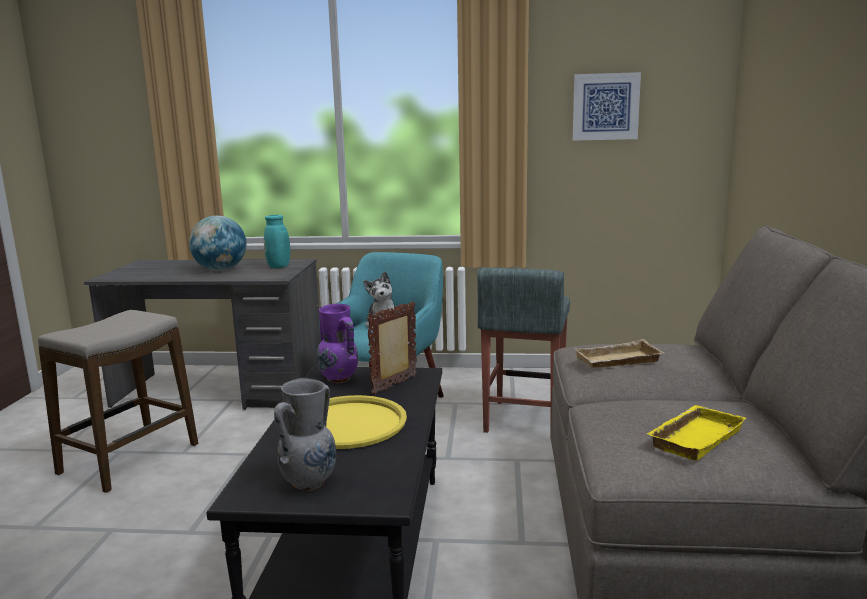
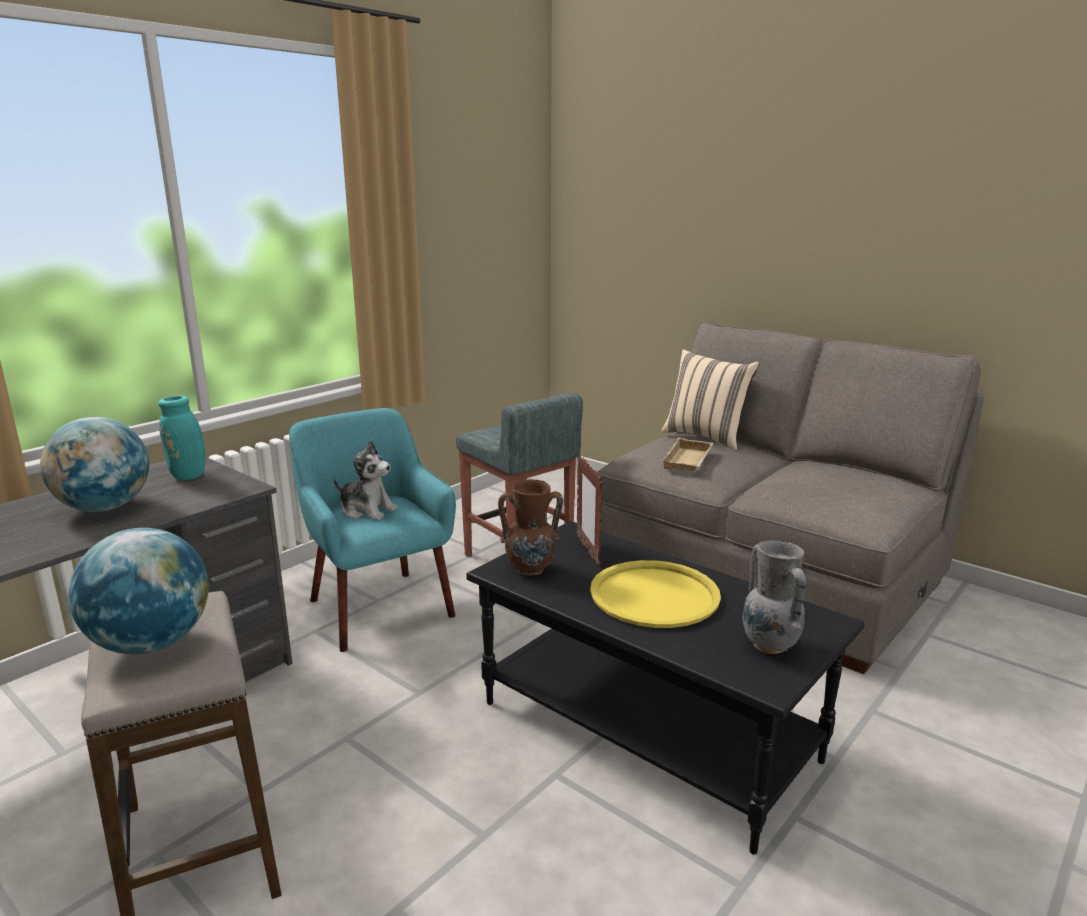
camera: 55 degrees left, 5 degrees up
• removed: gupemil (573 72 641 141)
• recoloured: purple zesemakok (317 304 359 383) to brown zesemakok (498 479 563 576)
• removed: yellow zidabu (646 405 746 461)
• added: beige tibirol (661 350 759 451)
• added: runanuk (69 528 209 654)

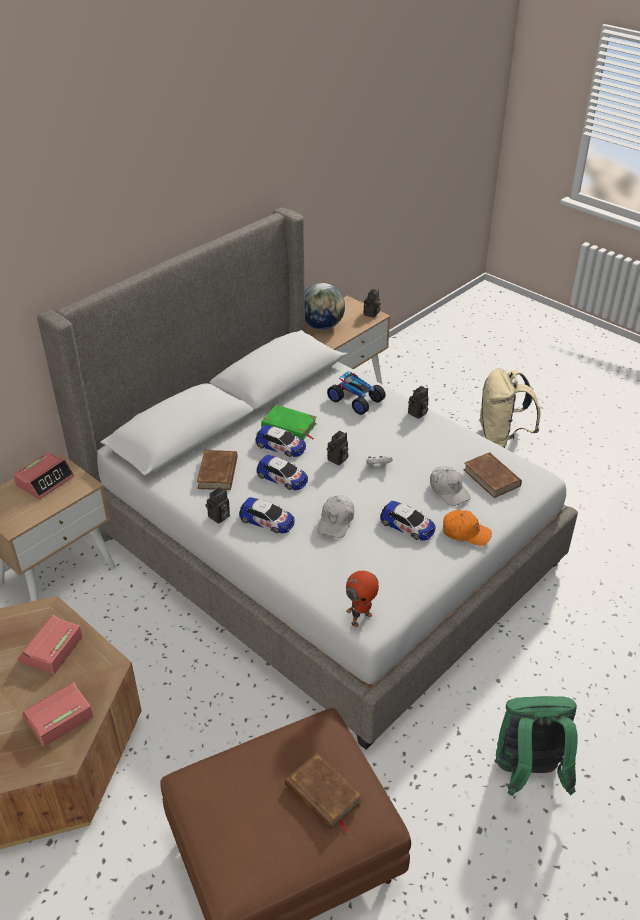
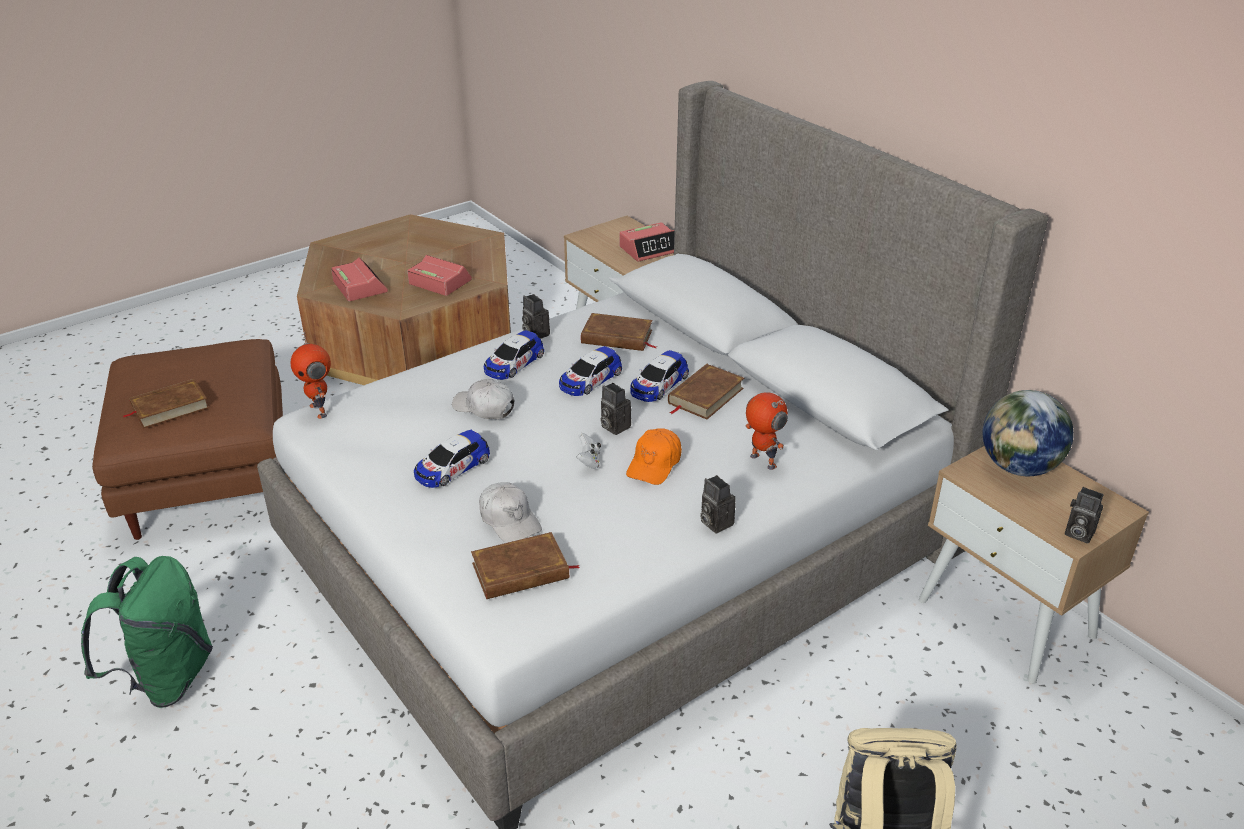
camera: 100 degrees right, 5 degrees down
• replaced: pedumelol (327 371 386 415) to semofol (745 392 788 470)
• recoloured: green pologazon (261 405 317 440) to brown pologazon (668 364 744 420)
• turned: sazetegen (13 452 74 499) = (619 222 675 262) 75 degrees counterclockwise
• turned: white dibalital (430 466 471 506) = (479 482 542 543) 105 degrees counterclockwise
• moved: orange dibalital (443 510 492 546) to (626 428 682 485)

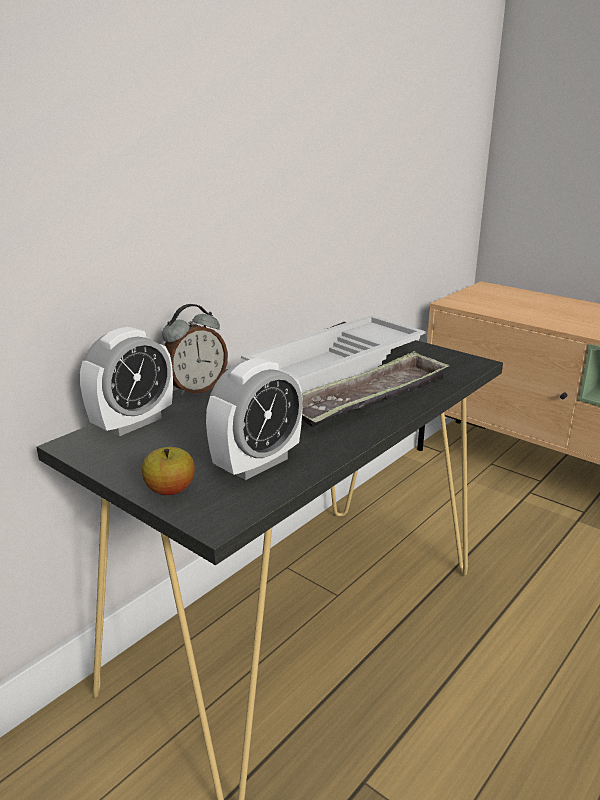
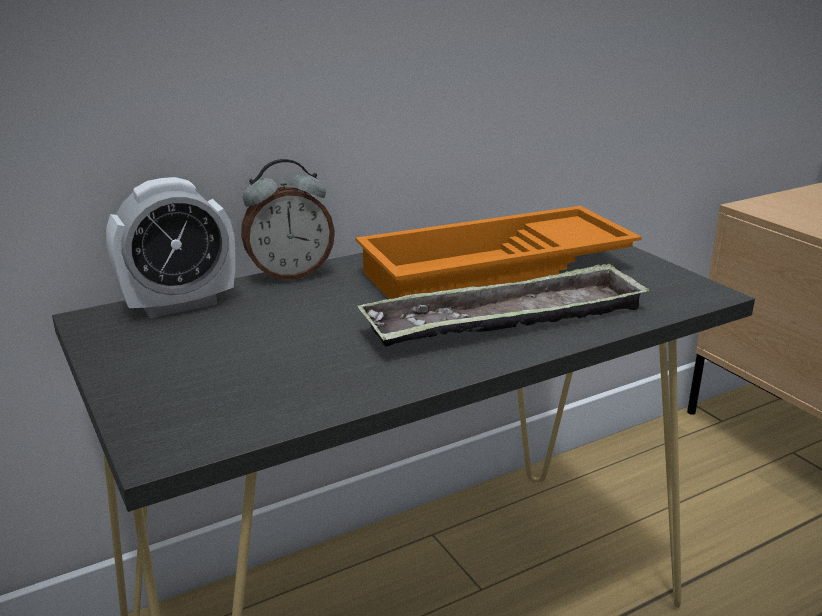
camera: 20 degrees right, 0 degrees up
• recoloured: white zidabu (241 315 426 393) to orange zidabu (355 206 642 299)
• removed: sazetegen (206 357 303 480)
• removed: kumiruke (142 447 195 495)

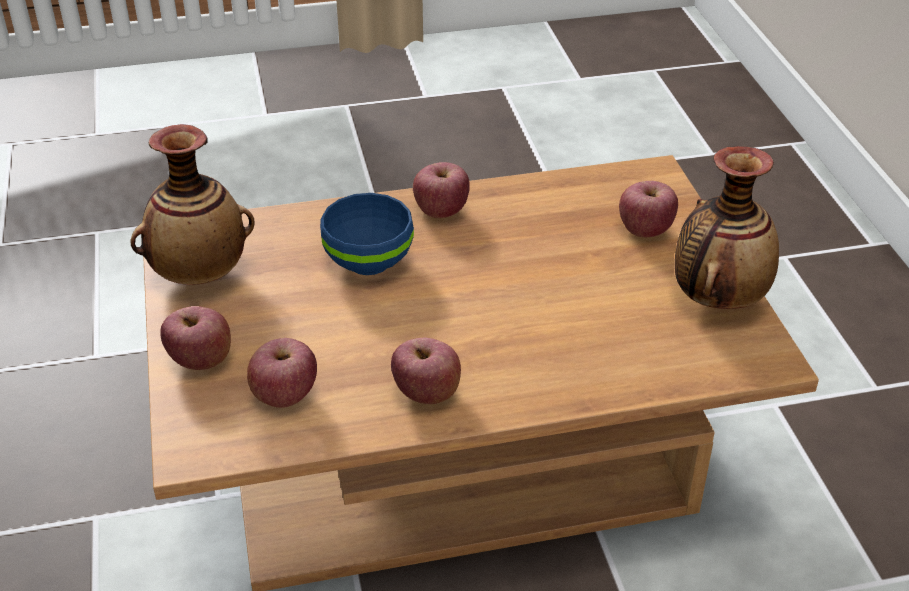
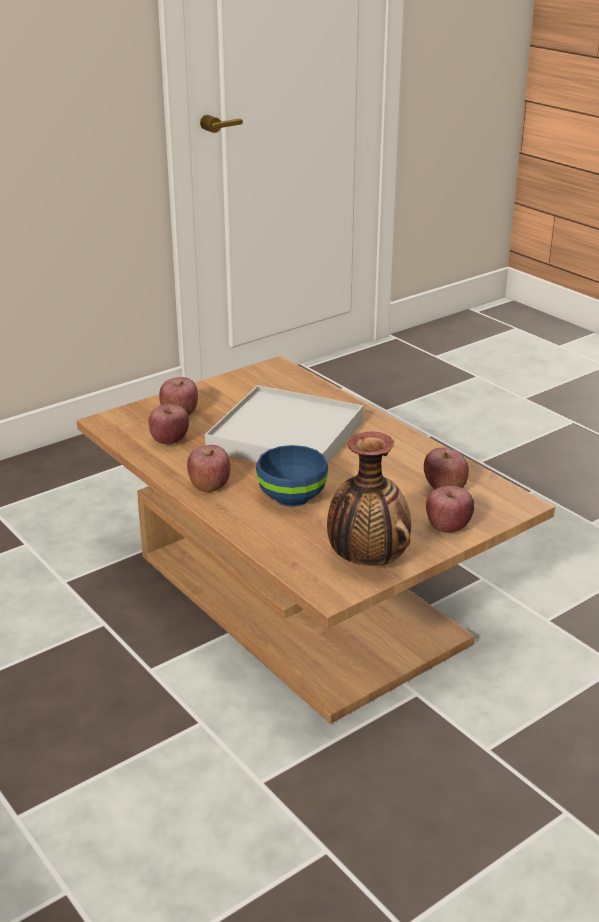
camera: 115 degrees left, 10 degrees down
• removed: zesemakok (675 146 779 309)
• moved: kumiruke (391 338 461 404) to (149 404 189 444)
• added: white zidabu (205 385 363 464)

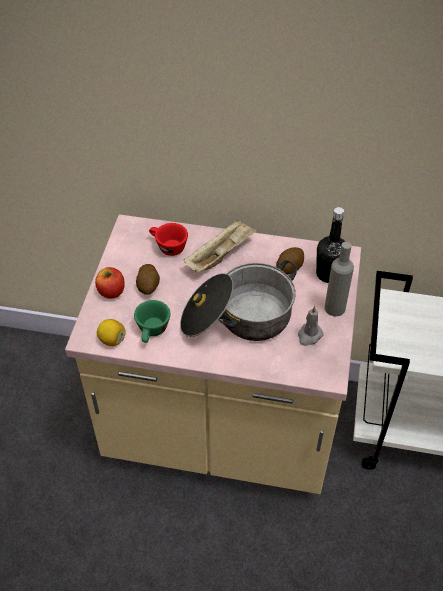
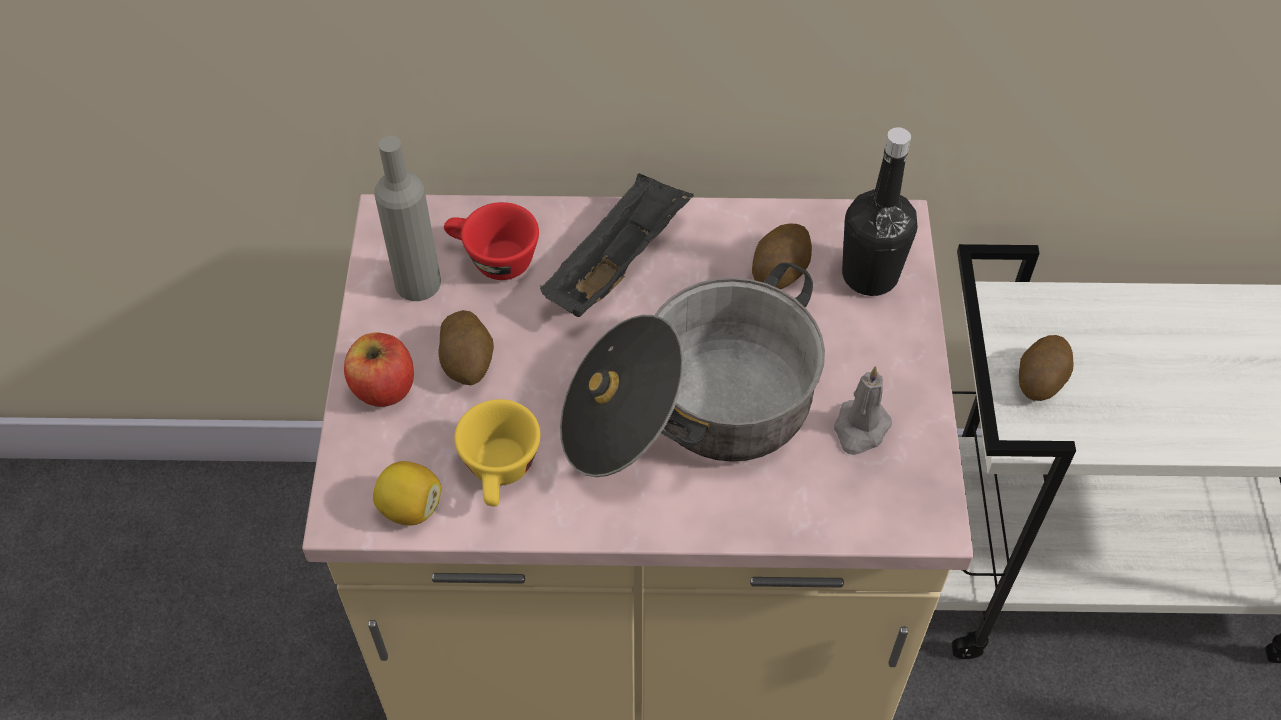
camera: 10 degrees left, 5 degrees up
• recoloured: beige zidabu (184 219 257 273) to black zidabu (540 173 694 317)
• moved: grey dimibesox (325 242 354 317) to (374 136 441 301)
• recoloured: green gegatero (134 300 170 343) to yellow gegatero (454 399 540 506)
• added: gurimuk (1019 335 1073 401)

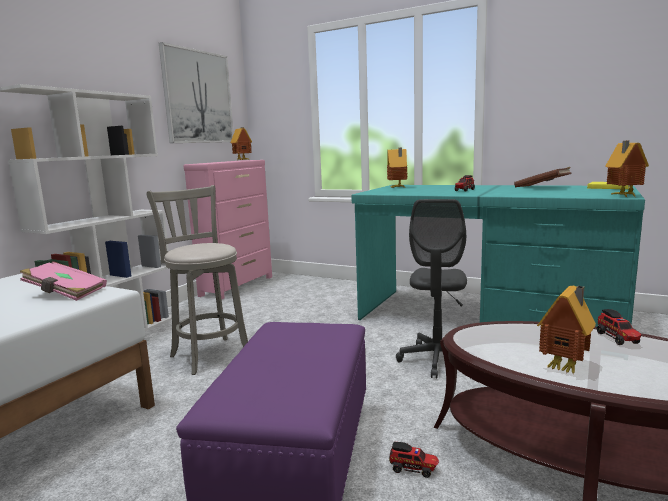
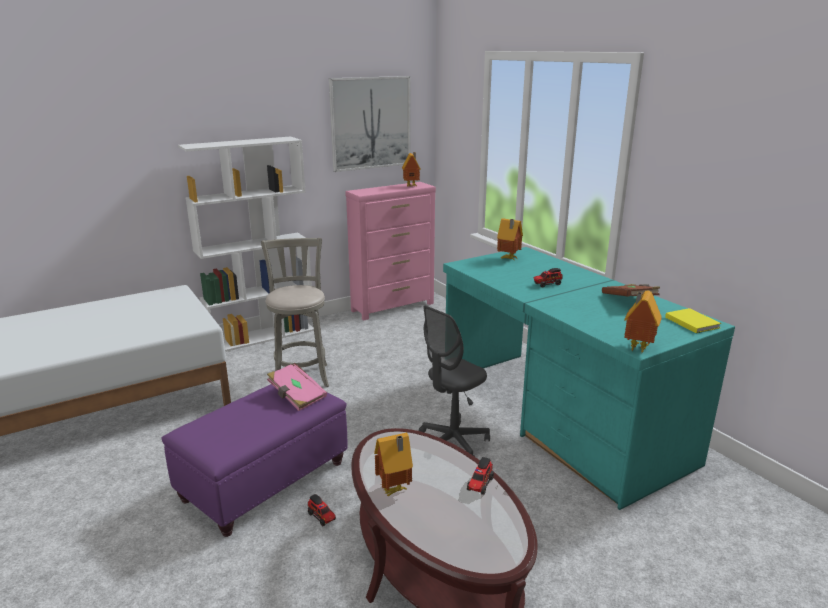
camera: 30 degrees right, 10 degrees up
• moved: pink pologazon (20 261 107 301) to (267 363 327 411)

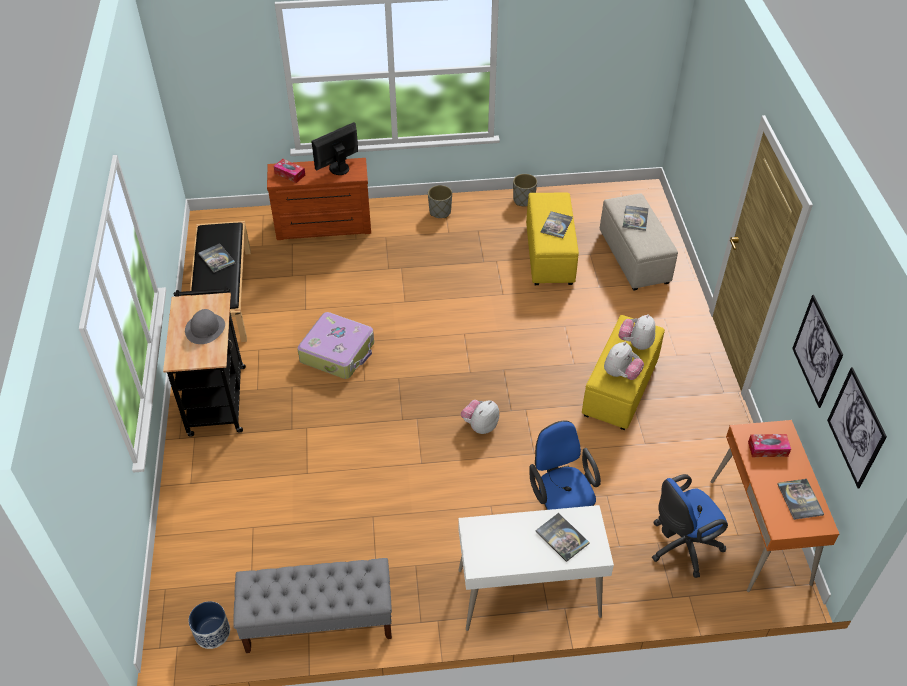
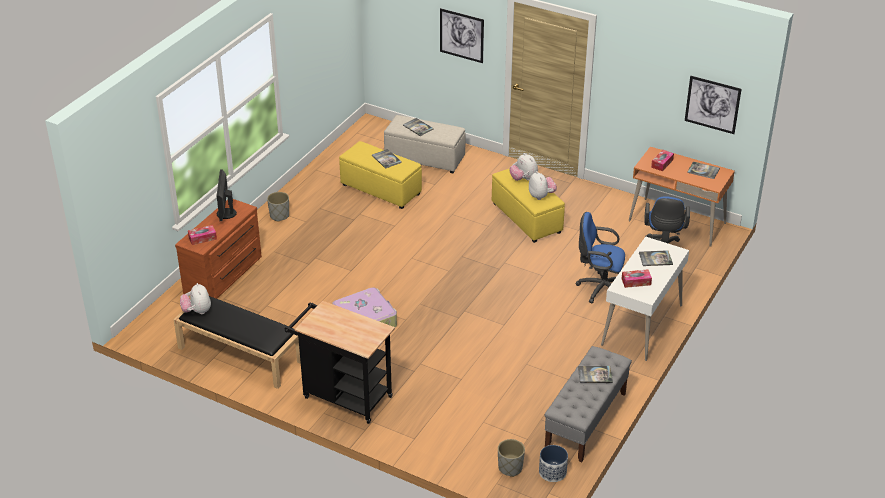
camera: 55 degrees left, 10 degrees down
• moved: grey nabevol (513 174 537 206) to (498 439 525 477)
• moved: pologazon (198 243 235 273) to (578 366 613 383)
• moved: gupemil (792 295 843 408) to (440 8 484 63)
• removed: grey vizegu (185 309 225 344)
• moved: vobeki (461 400 499 434) to (180 283 211 314)
• added: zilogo (622 269 652 288)

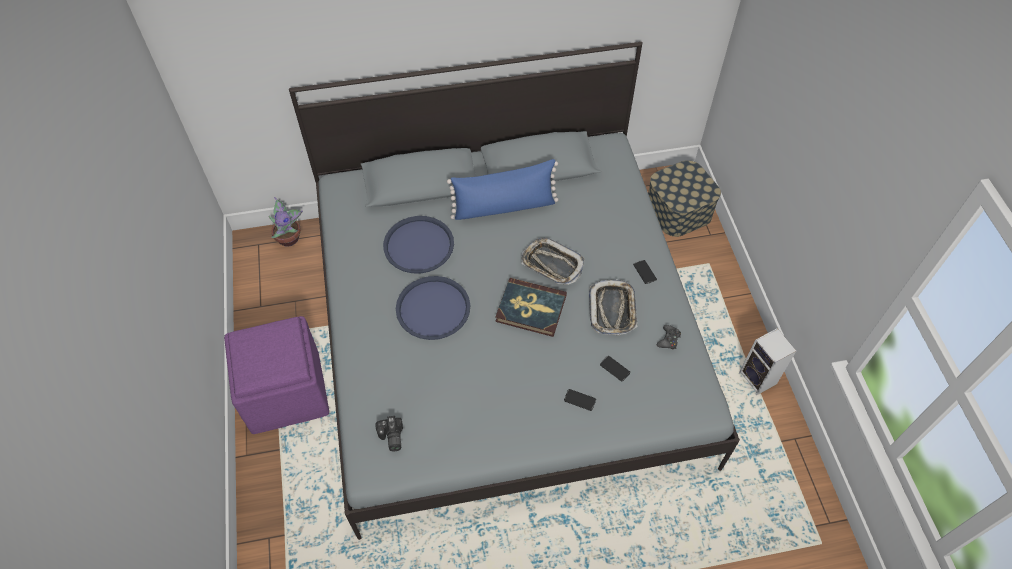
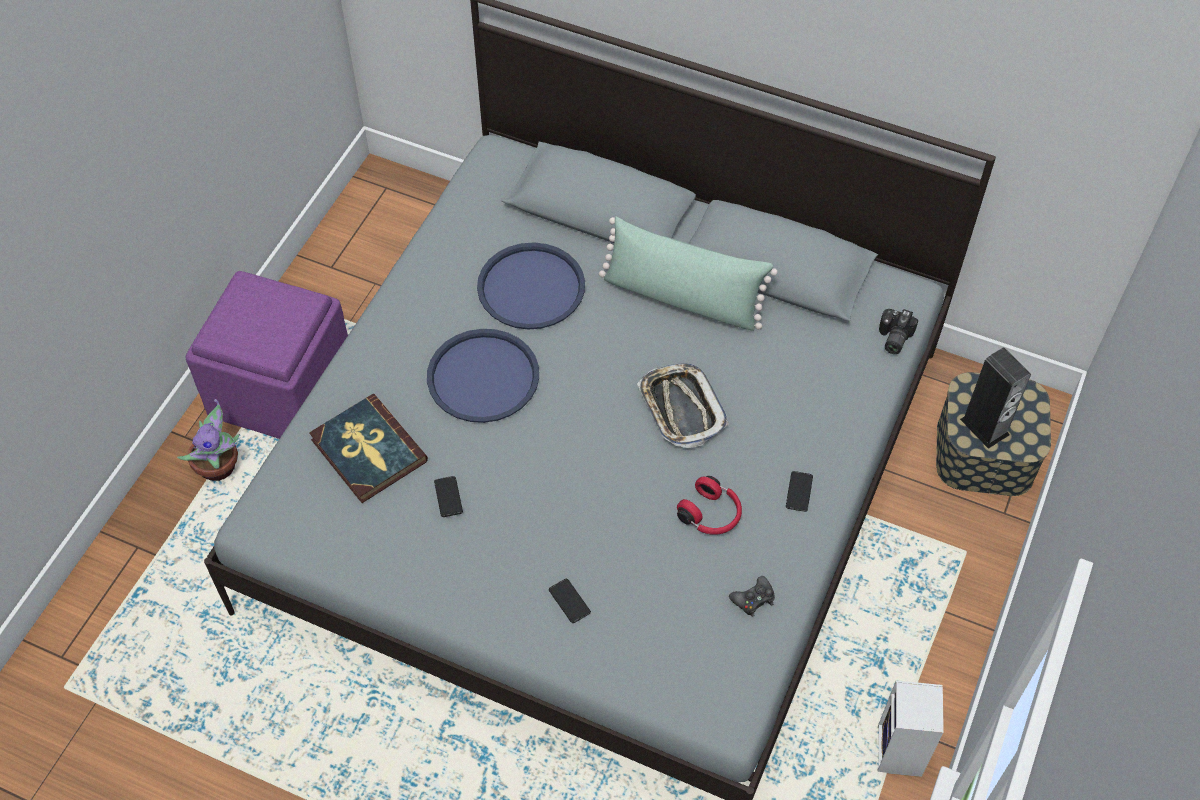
camera: 35 degrees right, 0 degrees up
• recoloured: blue tibirol (447 159 558 220) to green tibirol (599 217 778 331)
• moved: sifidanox (269 197 303 247) to (177 399 240 481)
• moved: pologazon (495 278 567 337) to (309 394 428 503)
• replaced: zidabu (589 279 638 335) to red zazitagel (677 476 742 535)
• moved: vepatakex (600 356 630 381) to (434 476 463 517)
• moved: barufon (375 416 403 451) to (879 309 918 354)
• added: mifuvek (960 347 1031 449)

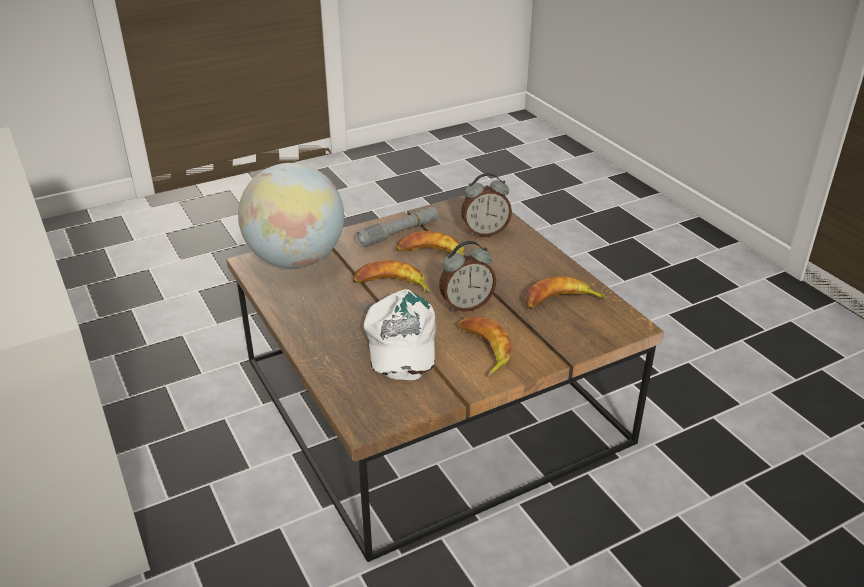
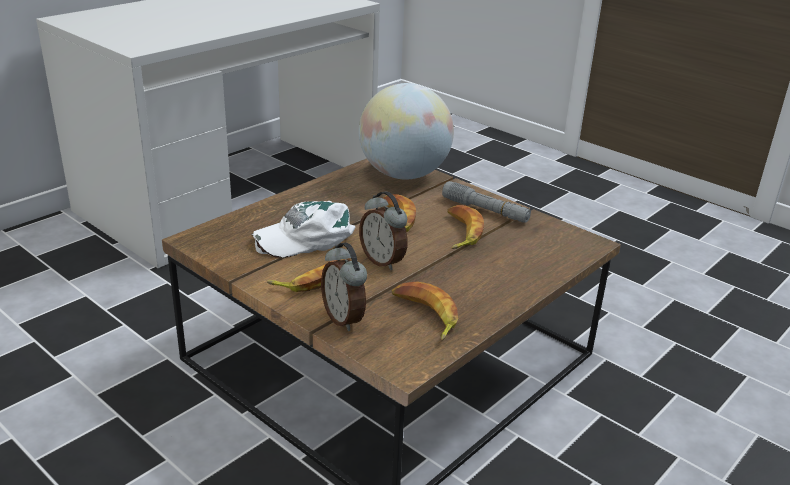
camera: 70 degrees right, 5 degrees down
• moved: sazetegen (461 173 512 237) to (321 242 367 331)

